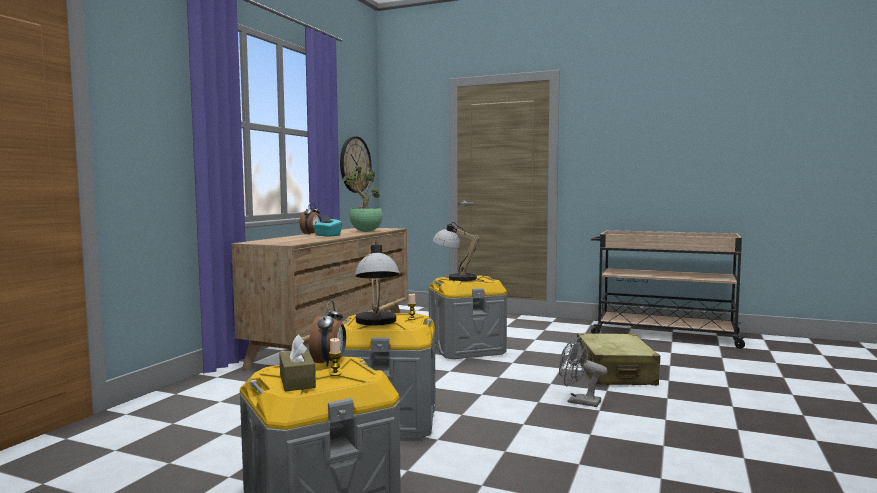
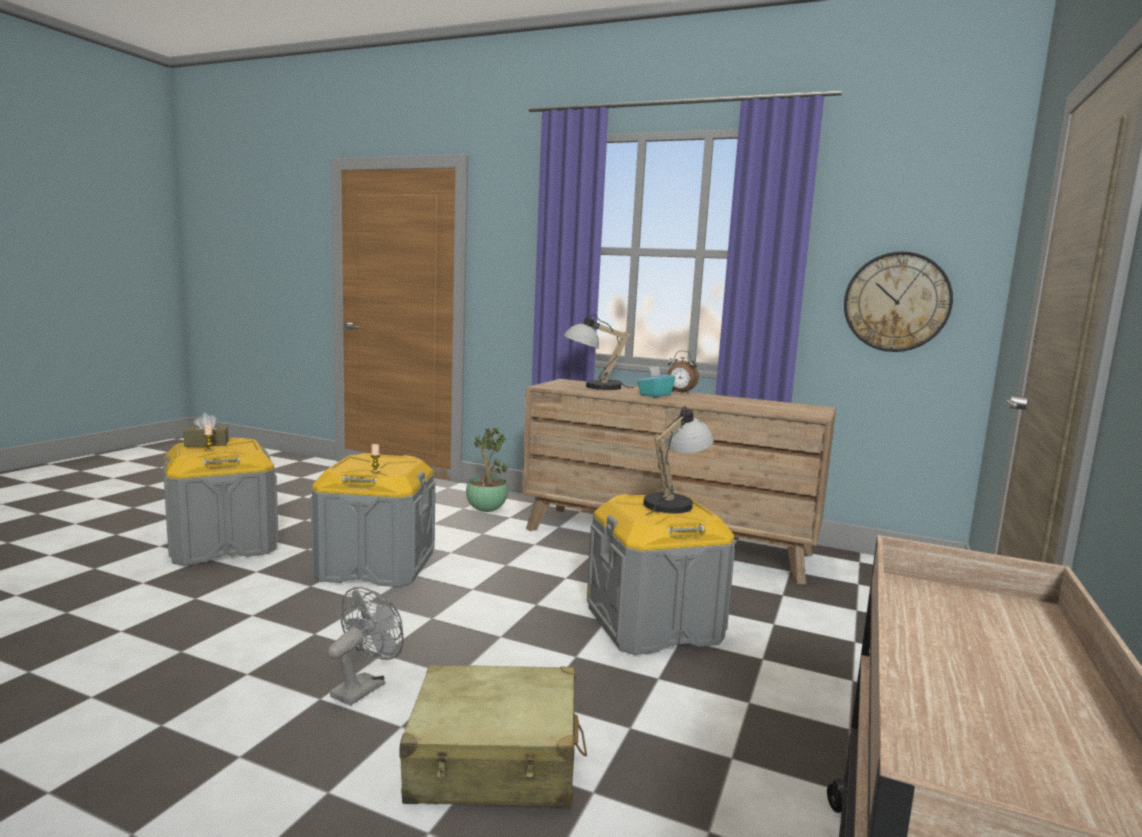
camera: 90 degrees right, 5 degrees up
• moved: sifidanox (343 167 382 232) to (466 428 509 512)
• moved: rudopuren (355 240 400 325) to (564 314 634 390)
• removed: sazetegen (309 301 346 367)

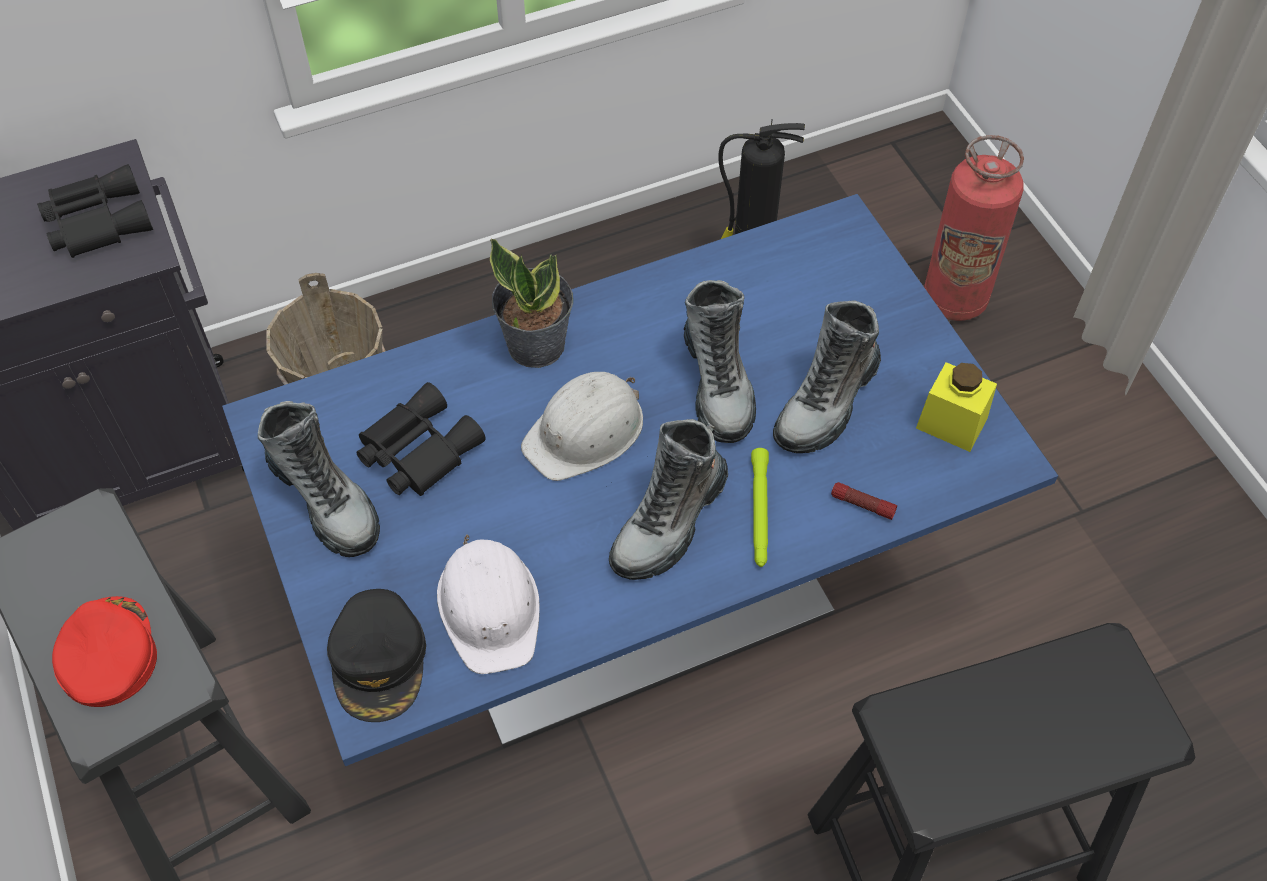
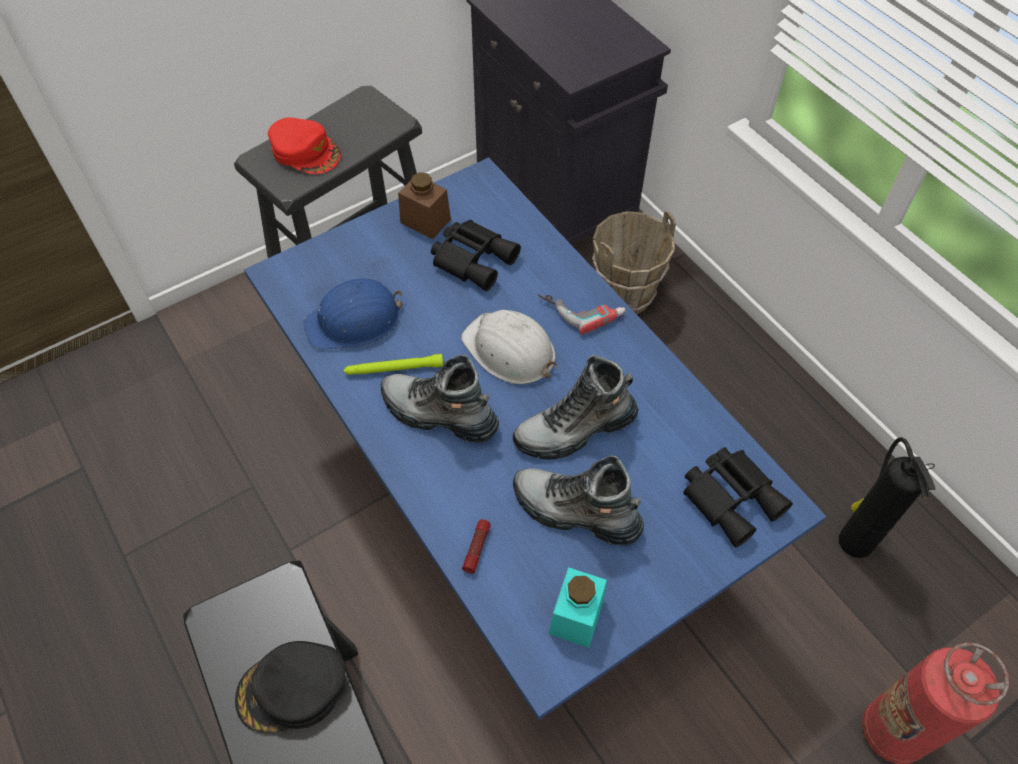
camera: 80 degrees right, 0 degrees up
• moved: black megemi (37 164 153 258) to (683 447 793 547)
• replaced: sifidanox (490 238 573 368) to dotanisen (538 294 626 335)
• recoloured: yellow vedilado (916 362 997 452) to turquoise vedilado (549 567 607 648)
• replaced: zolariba (258 401 380 557) to brown vedilado (398 172 451 239)
• moved: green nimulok (751 448 769 567) to (344 354 443 375)
• recoloured: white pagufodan (437 535 540 674) to blue pagufodan (303 279 403 350)
• moved: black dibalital (327 589 426 722) to (235 641 345 733)
• turned: red dibalital (52 596 157 707) = (268 117 341 174) 60 degrees clockwise

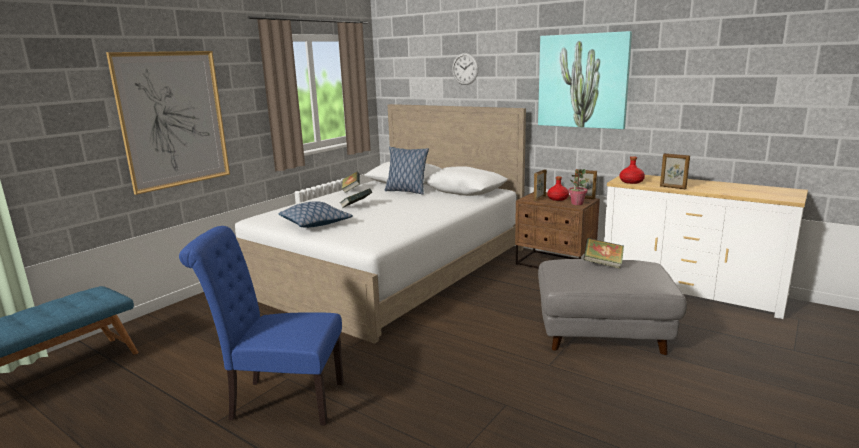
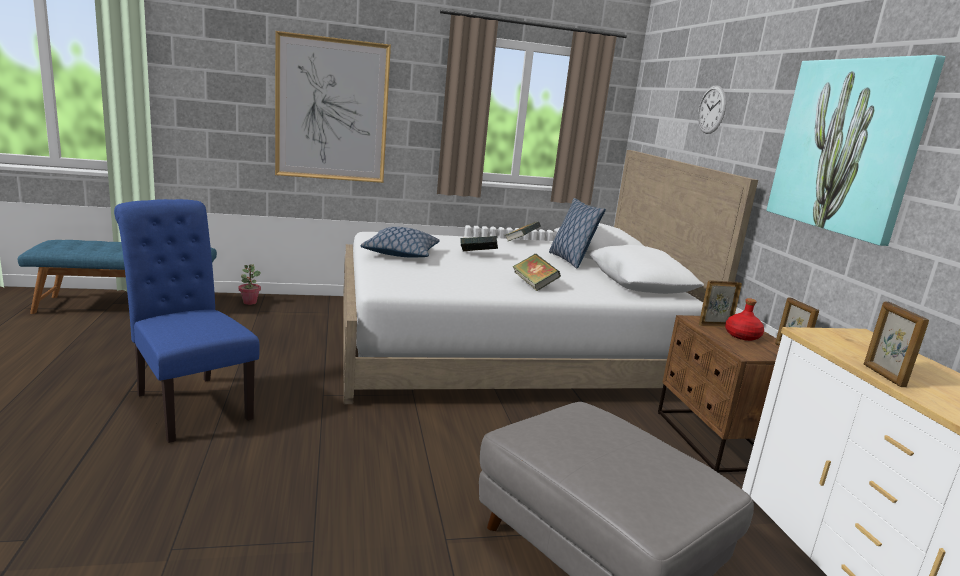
camera: 40 degrees right, 0 degrees up
• removed: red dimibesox (620 156 645 184)
• moved: sifidanox (568 169 588 205) to (239 264 261 305)
• moved: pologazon (583 238 624 269) to (513 254 561 291)

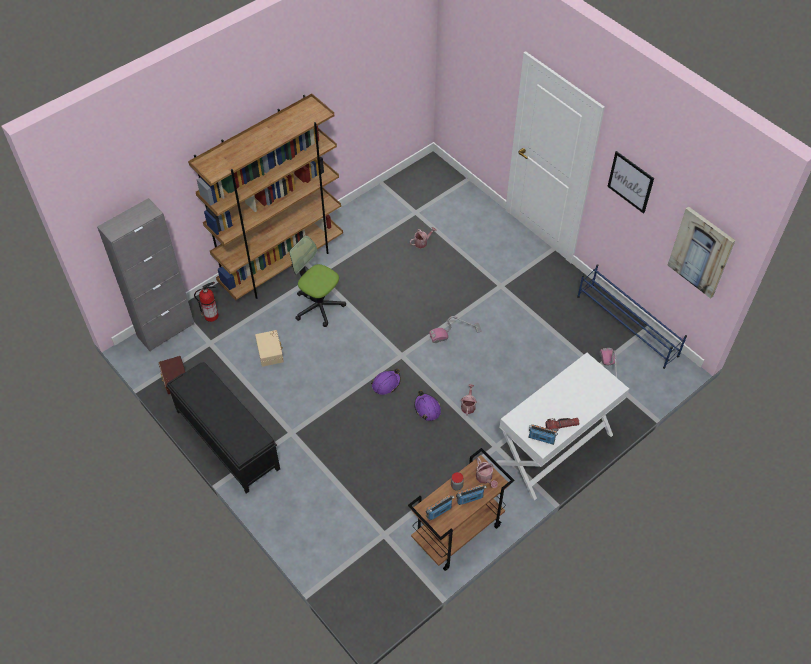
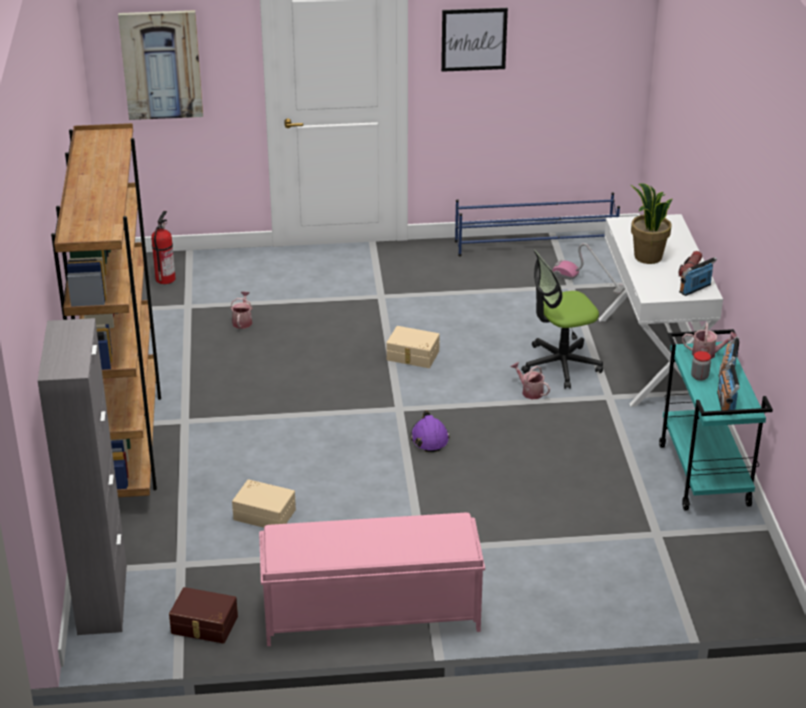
camera: 55 degrees left, 20 degrees down
• moved: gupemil (667 206 736 299) to (118 10 203 120)
• moved: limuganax (290 236 346 327) to (521 249 603 389)
• moved: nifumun (194 282 219 322) to (151 211 176 284)
• replaced: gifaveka (429 316 482 343) to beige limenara (386 326 440 368)
• recoloured: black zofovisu (167 362 280 493) to pink zofovisu (259 513 485 646)
• removed: purple pagufodan (414 390 441 421)
• recoloured: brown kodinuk (408 448 514 571) to turquoise kodinuk (659 329 773 511)
• added: sifidanox (631 183 672 264)

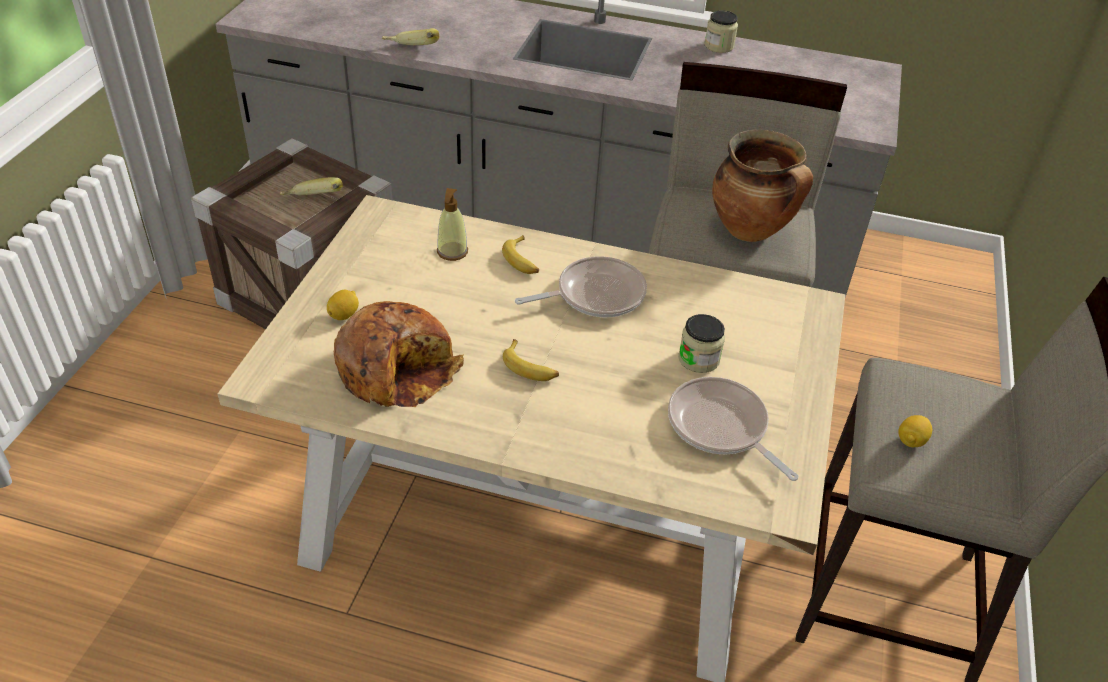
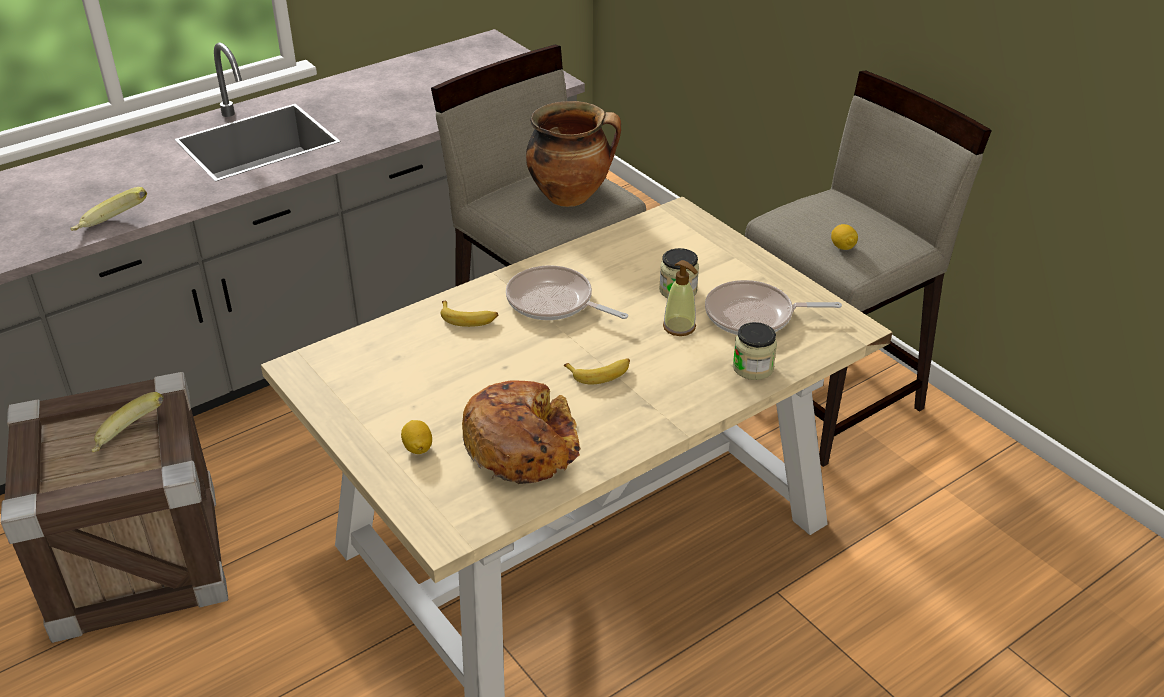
camera: 50 degrees left, 5 degrees down
• moved: vedilado (704 10 738 53) to (733 322 777 380)
• moved: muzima (437 188 468 261) to (663 260 698 336)
• turned: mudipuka (515 256 647 317) = (506 265 628 320) 75 degrees counterclockwise

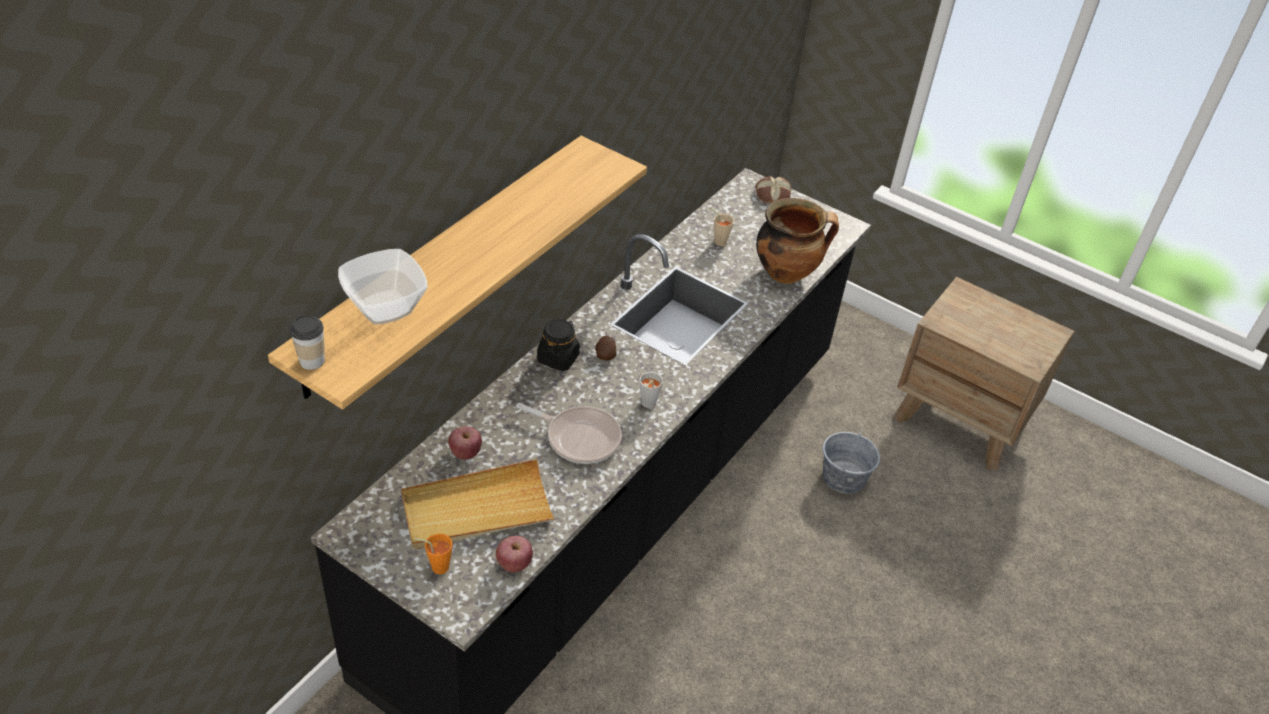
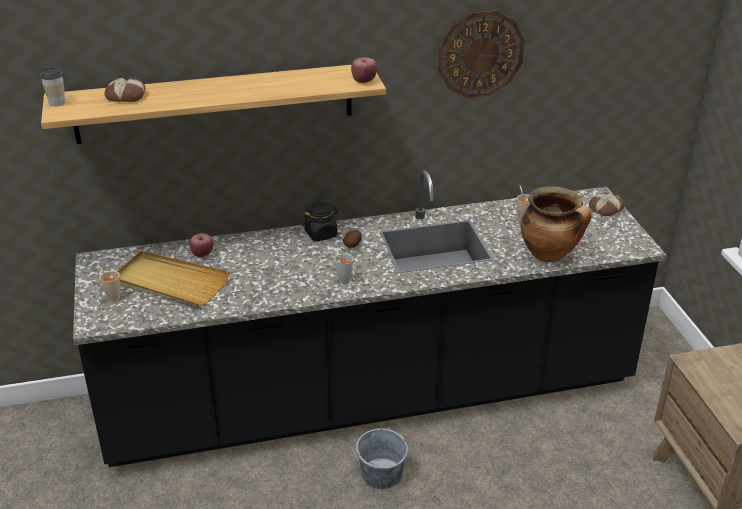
camera: 45 degrees right, 10 degrees down
• replaced: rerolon (338 249 427 325) to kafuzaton (104 78 145 102)
• removed: mudipuka (516 403 622 464)
• moved: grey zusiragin (823 429 880 494) to (356 428 408 489)
• recoloured: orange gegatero (414 533 453 574) to beige gegatero (97 264 120 302)
• moved: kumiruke (496 536 533 572) to (351 57 377 83)
• added: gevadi (438 11 525 98)

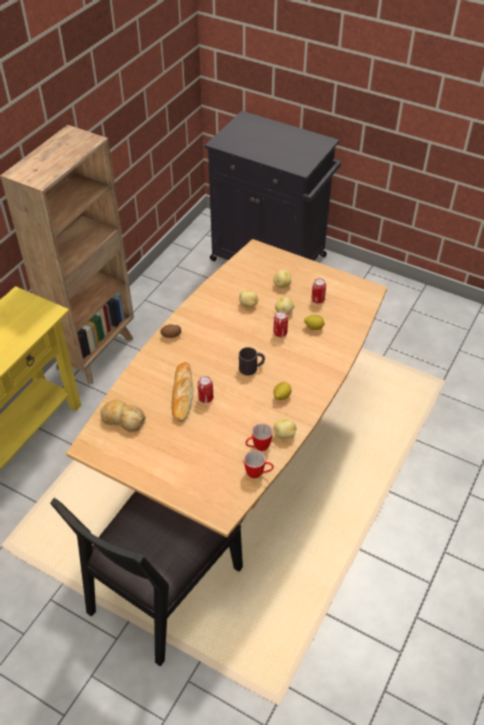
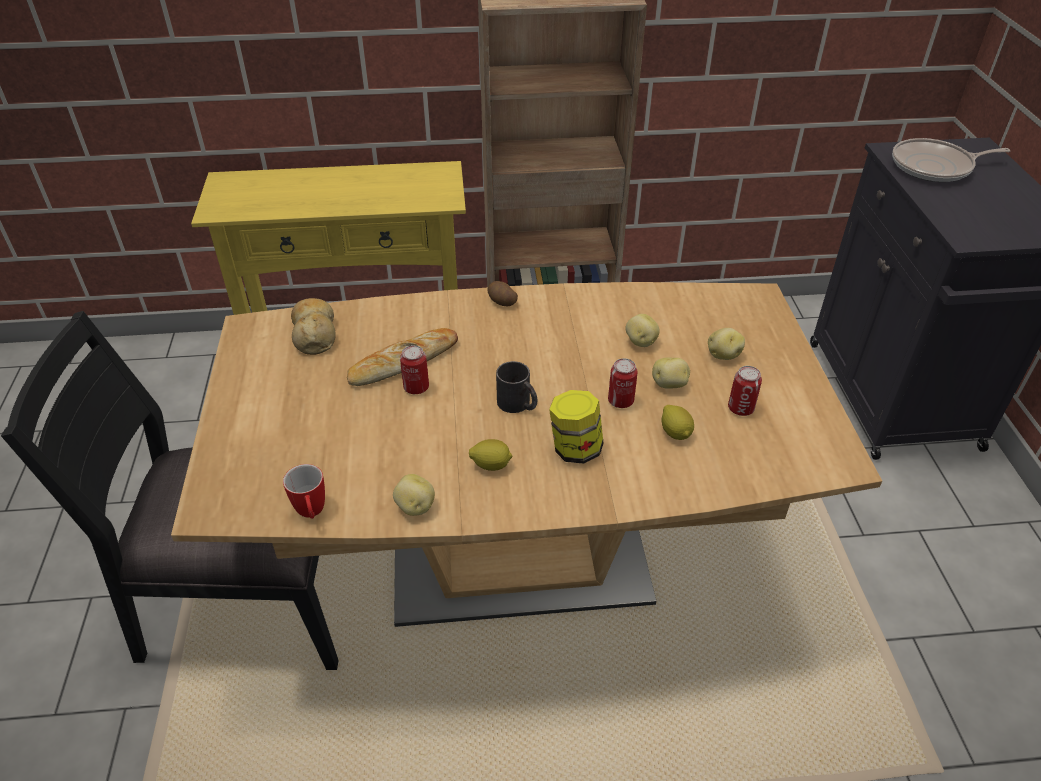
camera: 55 degrees right, 5 degrees down
• removed: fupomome (246 423 273 451)
• added: mudipuka (892 138 1010 182)
• added: vedilado (549 390 604 464)

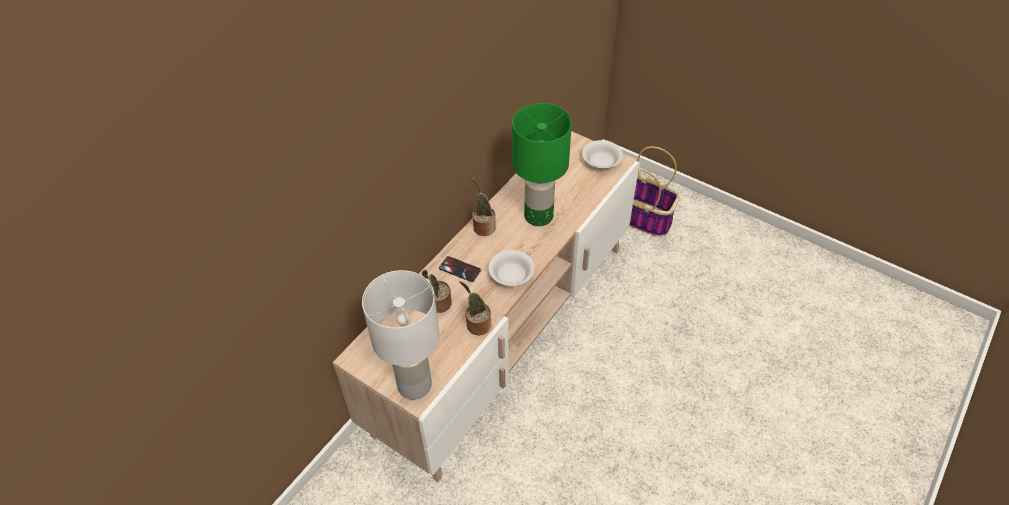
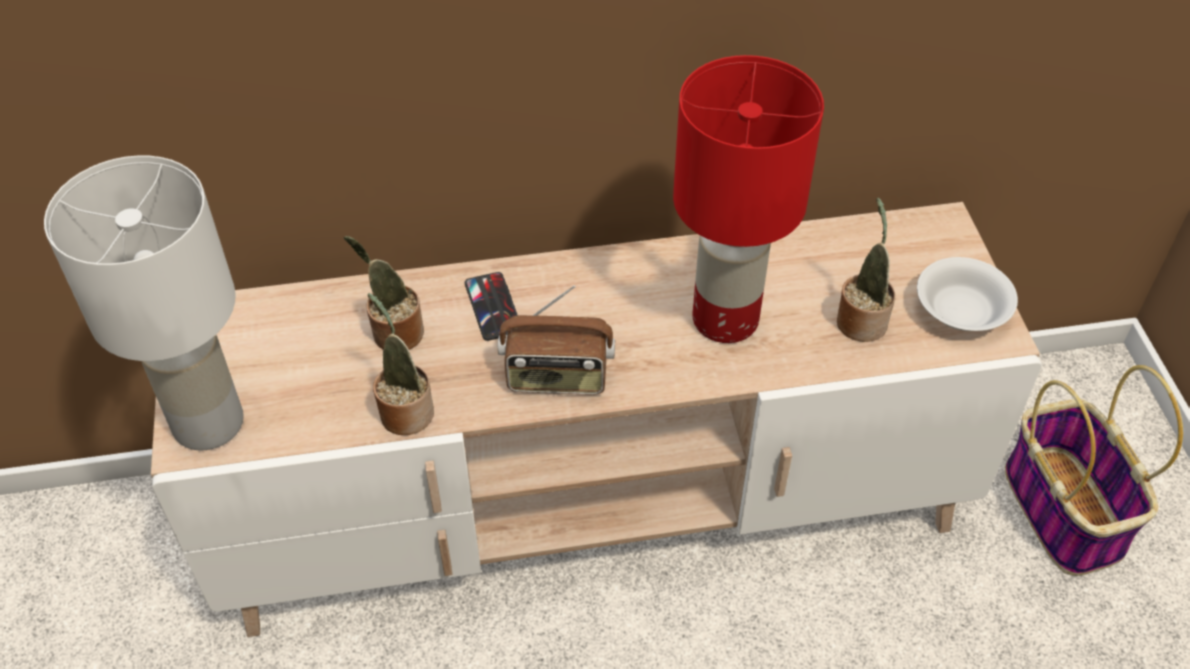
camera: 45 degrees right, 0 degrees up
• recoloured: green rudopuren (512 103 572 226) to red rudopuren (673 55 824 343)
• moved: sifidanox (471 177 496 236) to (837 198 895 342)
• replaced: white rerolon (489 250 535 286) to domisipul (498 285 615 395)

